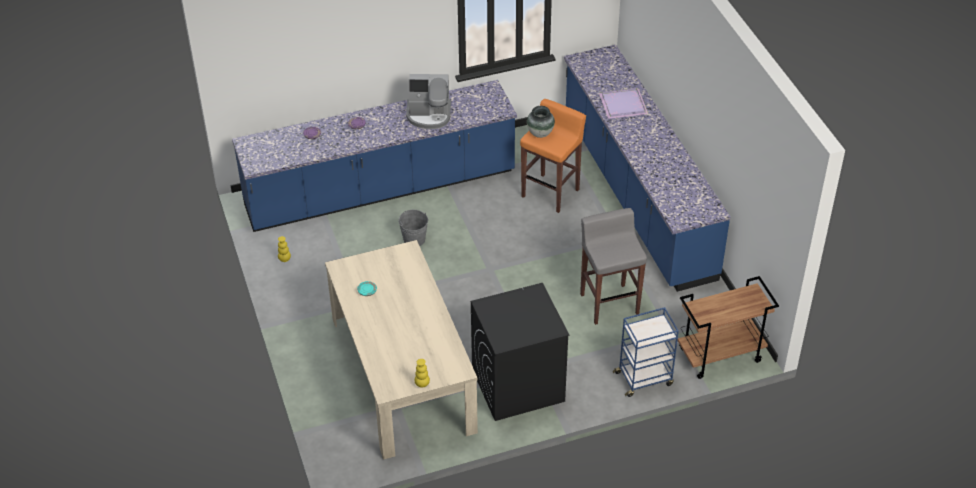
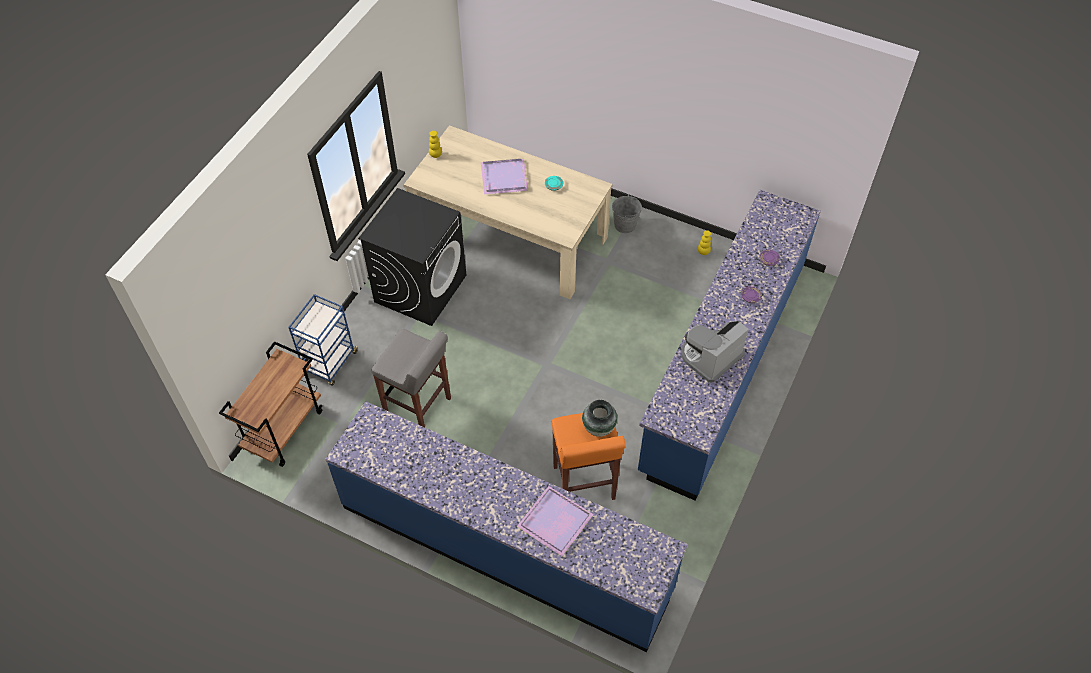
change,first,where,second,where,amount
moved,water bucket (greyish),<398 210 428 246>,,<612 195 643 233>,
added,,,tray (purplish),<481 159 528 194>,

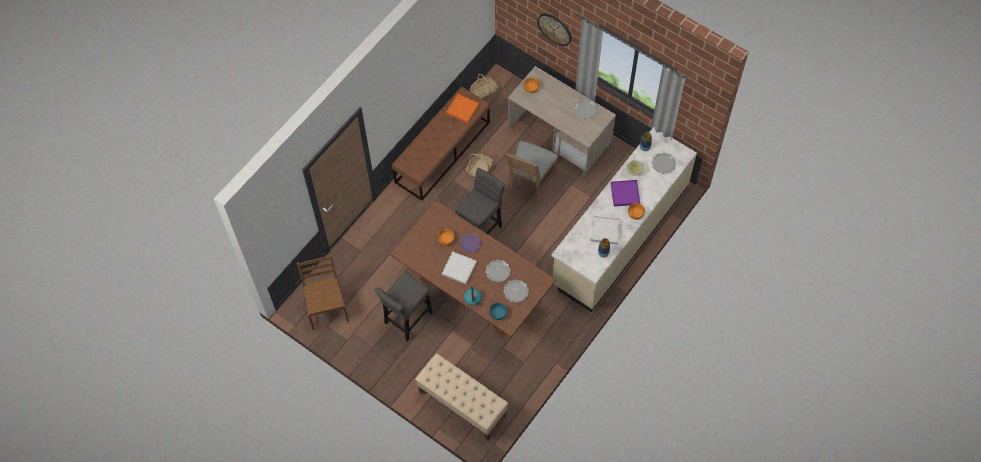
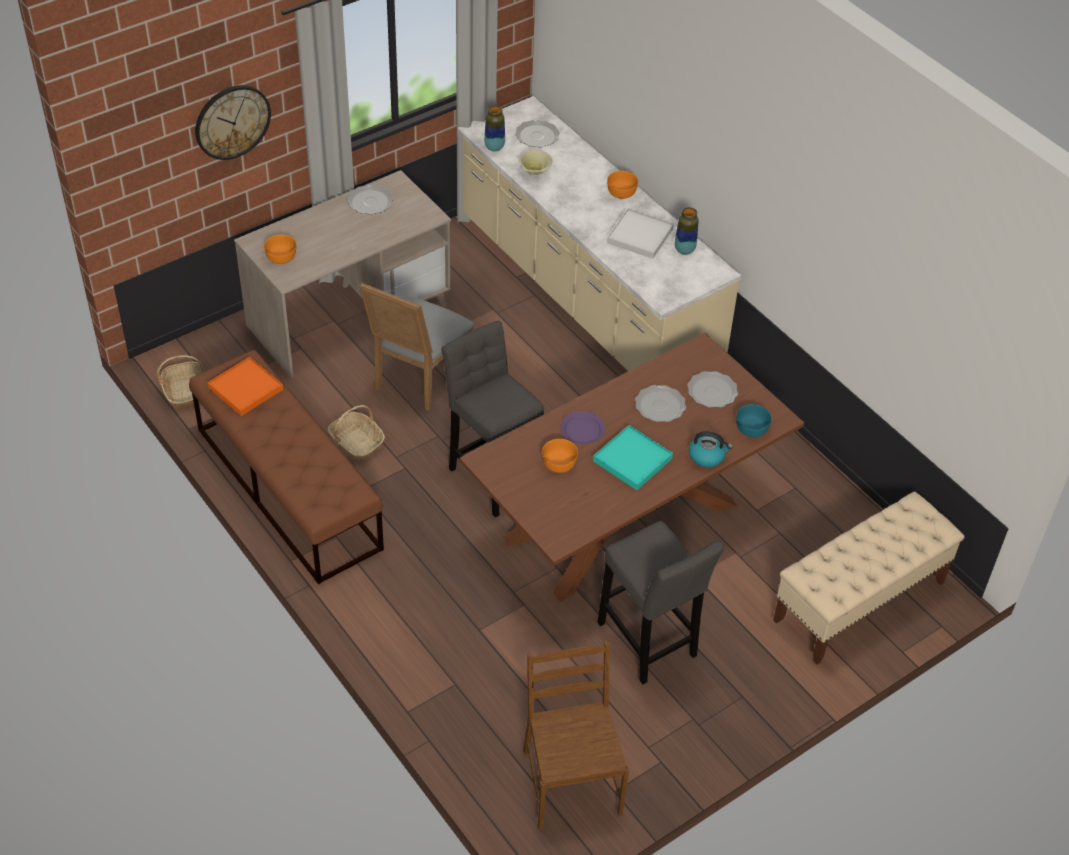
change,first,where,second,where,amount
turned,upright chair (greyish),<506 141 558 199>,,<359 283 474 411>,75 degrees clockwise
removed,tray (purplish),<611 180 640 207>,,,
recoloured,tray (white),<441 251 477 285>,tray (turquoise),<593 425 673 490>,
turned,upright chair (brownish),<297 255 349 330>,,<523 641 629 830>,75 degrees clockwise

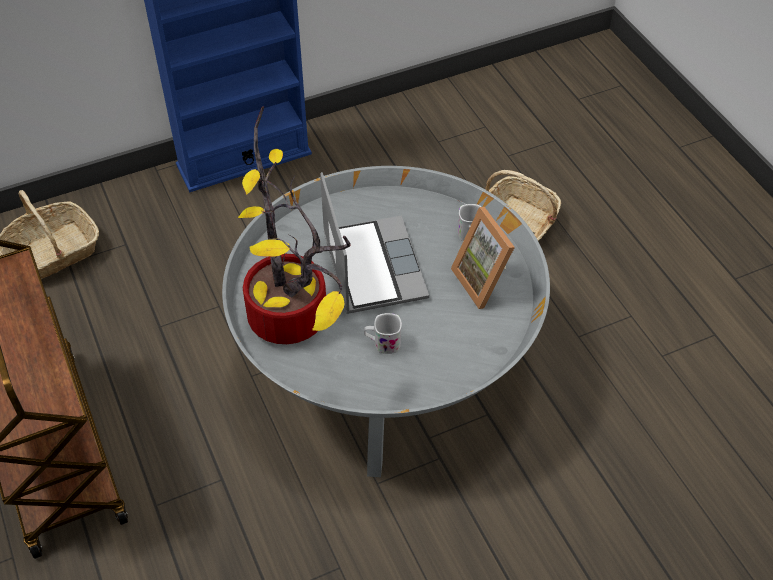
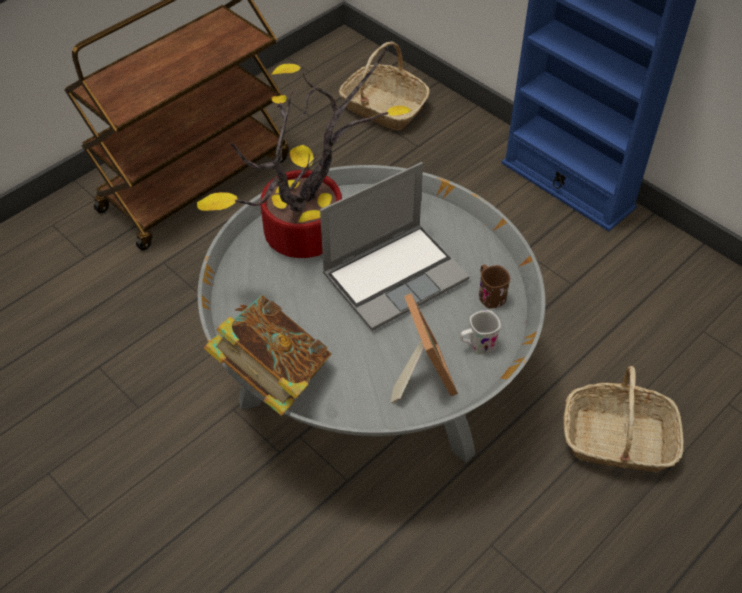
change,first,where,second,where,amount
turned,standing frame,<451 207 515 309>,,<390 293 458 403>,120 degrees clockwise
removed,mug (white),<364 313 402 354>,,,
added,,,mug (brownish),<479 264 511 308>,
added,,,book,<204 295 332 416>,

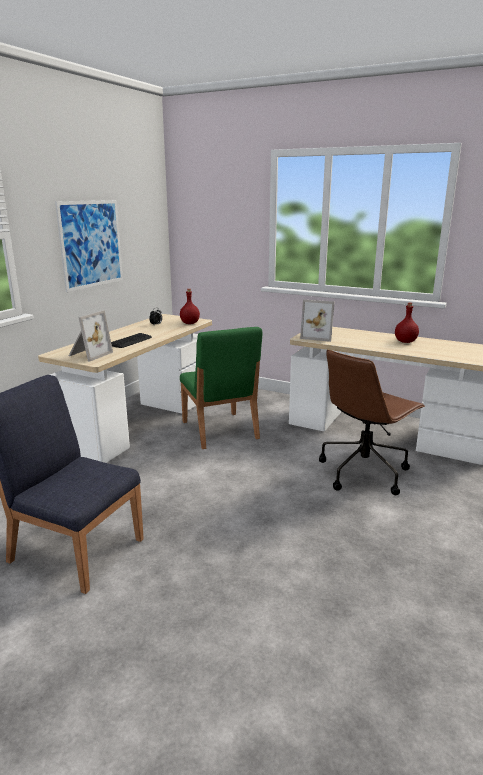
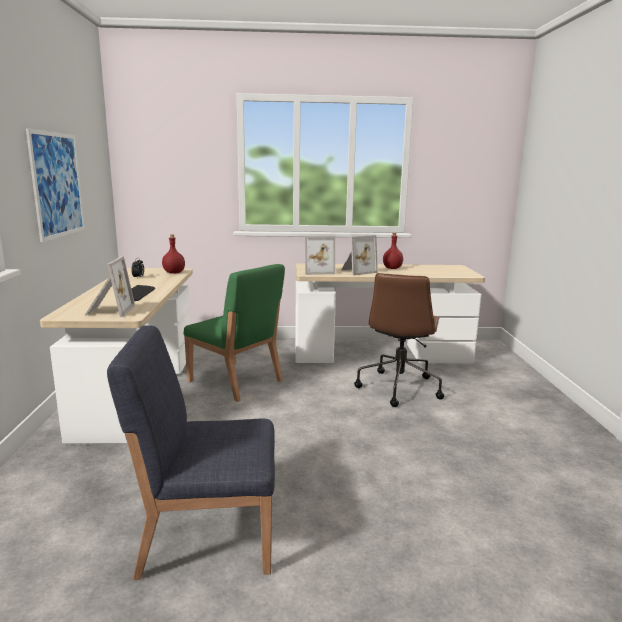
change,first,where,second,where,amount
added,,,standing frame,<341 235 378 275>,

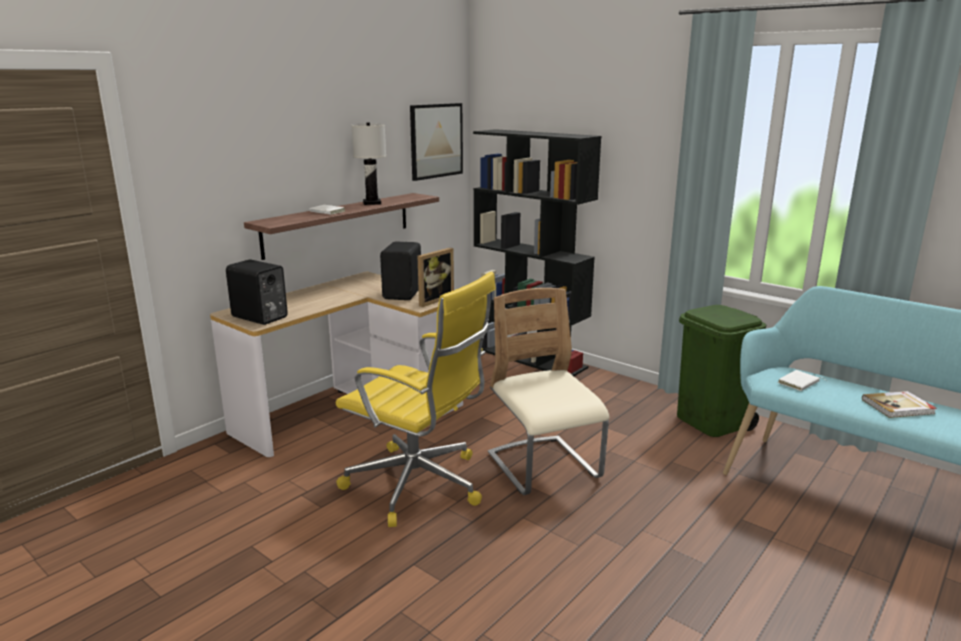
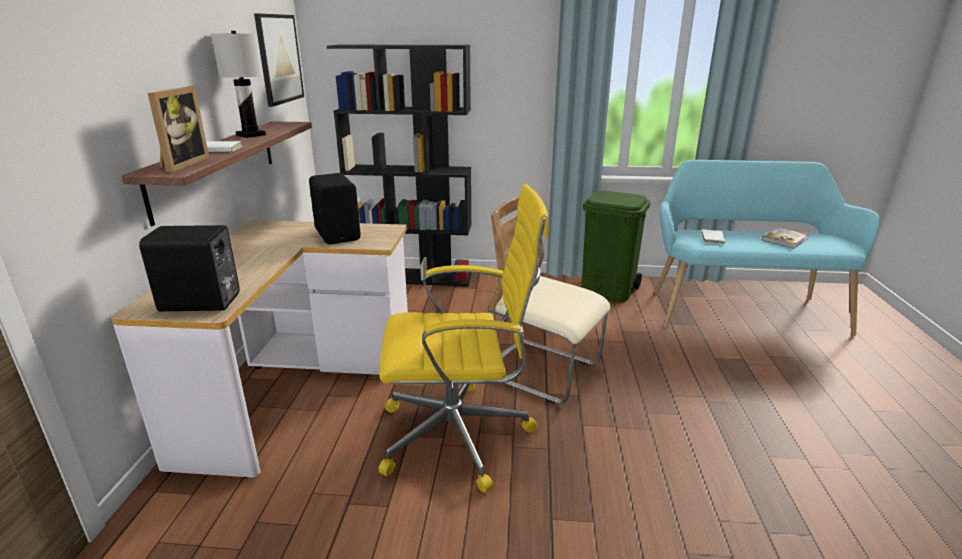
change,first,where,second,where,amount
moved,standing frame,<418 248 454 307>,,<147 86 209 172>,

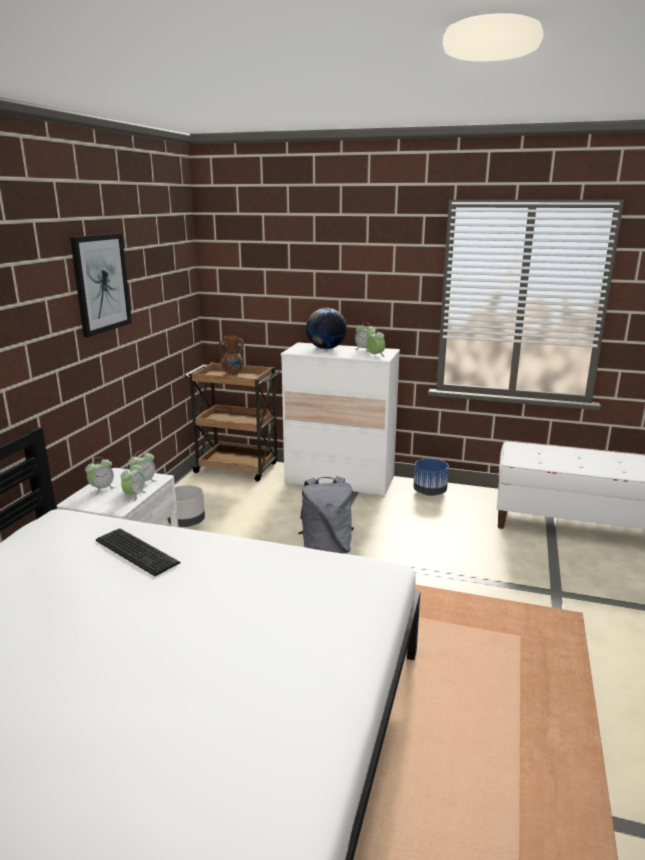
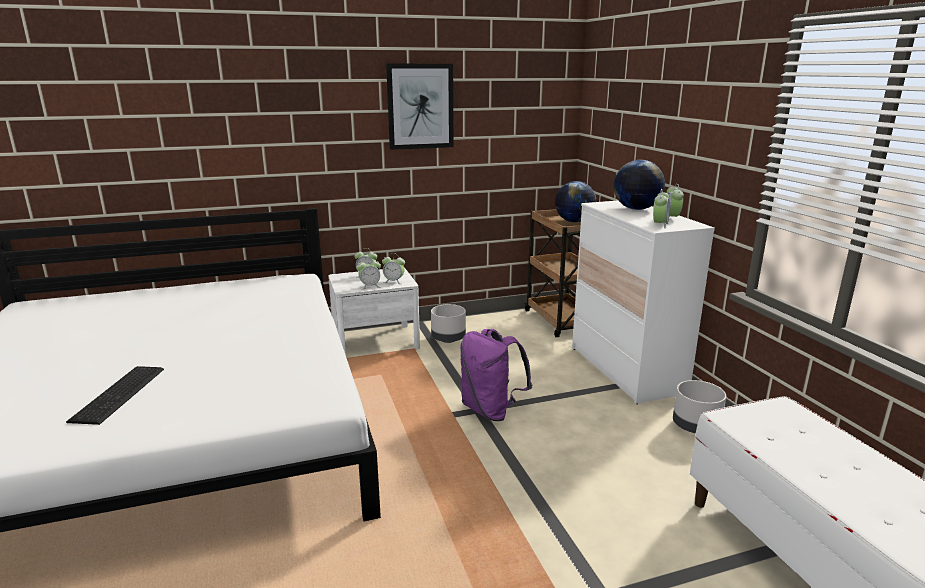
change,first,where,second,where,amount
replaced,flower vase (brownish),<219 335 244 375>,world globe,<555 181 596 222>,
recoloured,flower pot (blue-coloured),<414 458 449 496>,flower pot (greyish),<673 380 726 433>,
recoloured,knapsack (greyish),<298 476 354 554>,knapsack (purplish),<460 329 532 421>,
moved,keyboard,<96 529 181 576>,,<66 366 164 425>,

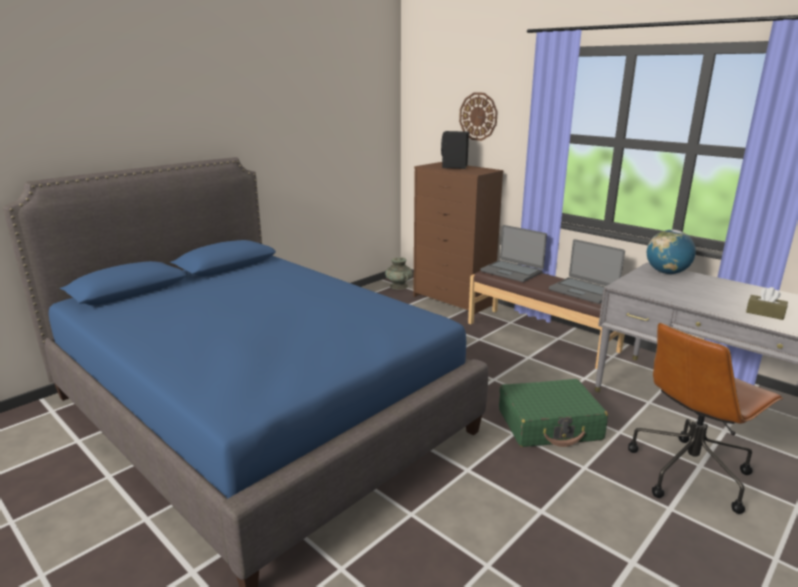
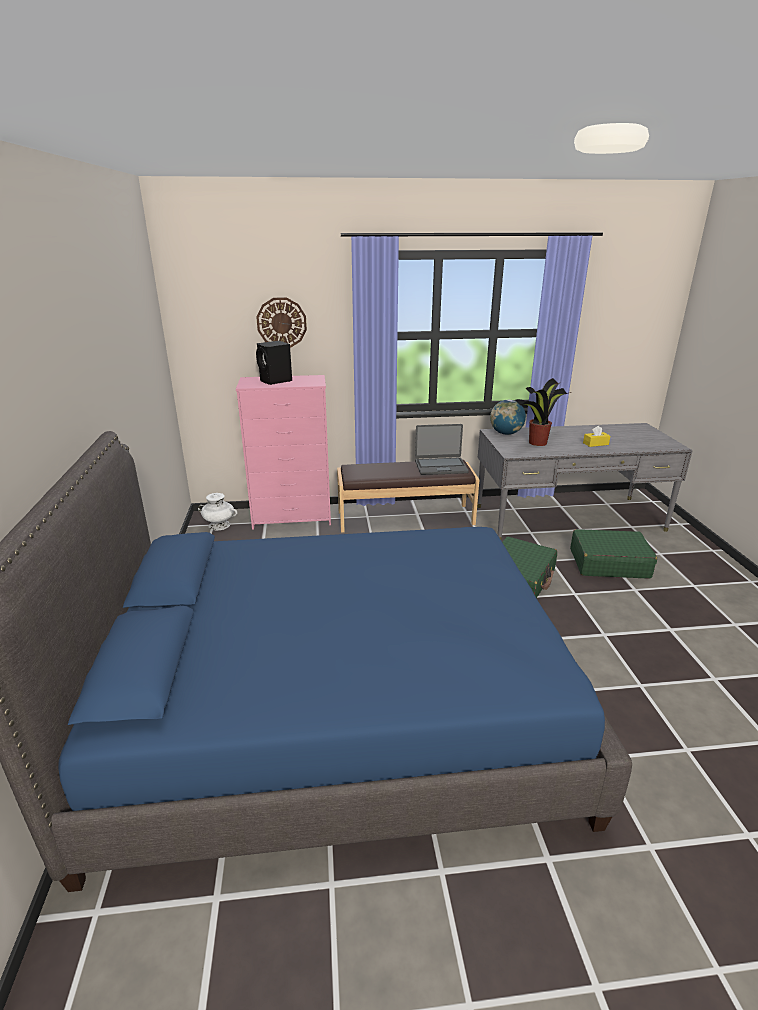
change,first,where,second,where,amount
recoloured,drawer chest (brownish),<413 162 504 314>,drawer chest (pink-coloured),<236 375 331 530>,
removed,portable computer,<480 225 547 282>,,,
recoloured,flower vase (turquoise),<385 257 412 290>,flower vase (white),<198 493 237 530>,
recoloured,box of tissues (brownish),<746 287 788 320>,box of tissues (yellowish),<583 426 610 447>,
replaced,computer chair (brownish),<628 323 783 514>,suitcase (greenish),<570 529 657 578>,
added,,,plant in a pot,<516 378 571 446>,

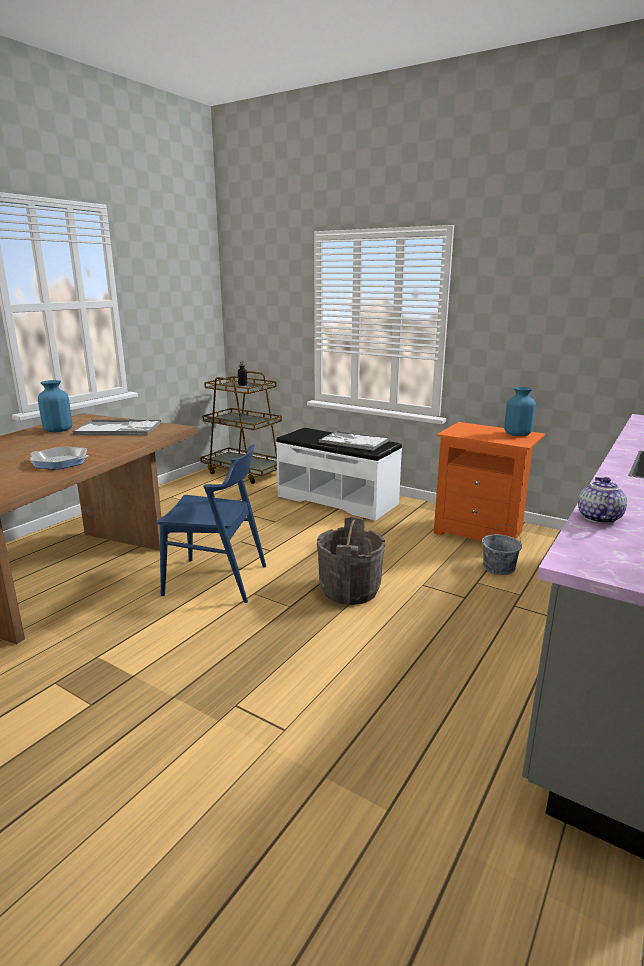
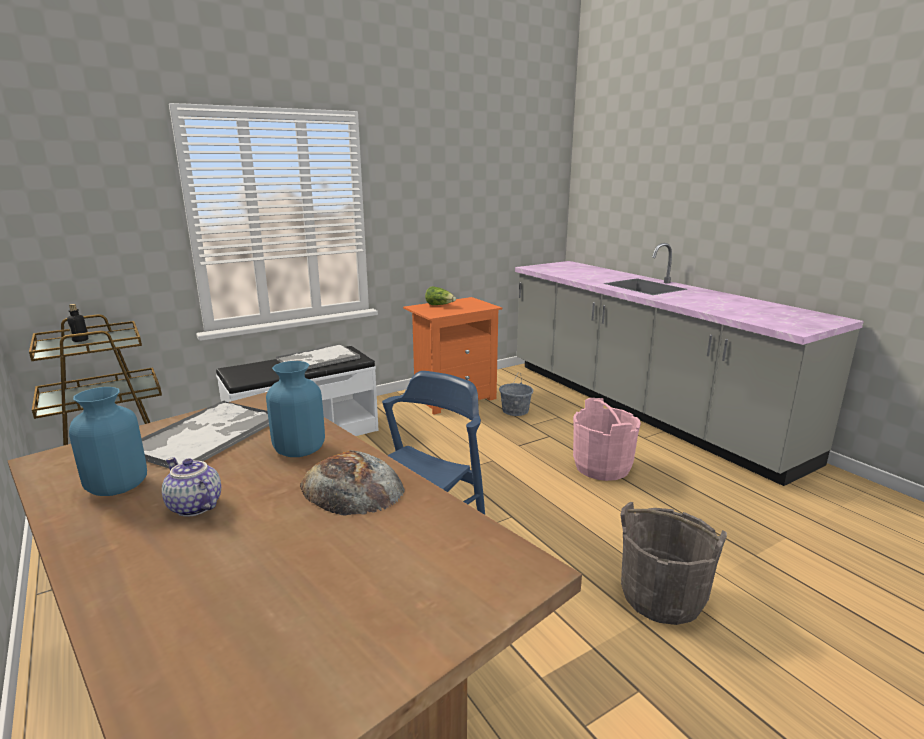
change,first,where,second,where,amount
moved,flower vase (blue-coloured),<504 387 536 436>,,<266 361 325 457>,
replaced,skillet,<30 446 89 470>,baked bread,<300 450 405 516>,
moved,pot for tea,<578 477 627 524>,,<162 457 221 517>,
moved,water bucket (greyish),<317 517 385 605>,,<620 502 727 625>,
added,,,lettuce head,<425 286 456 305>,
added,,,water bucket (pink-coloured),<573 398 641 481>,

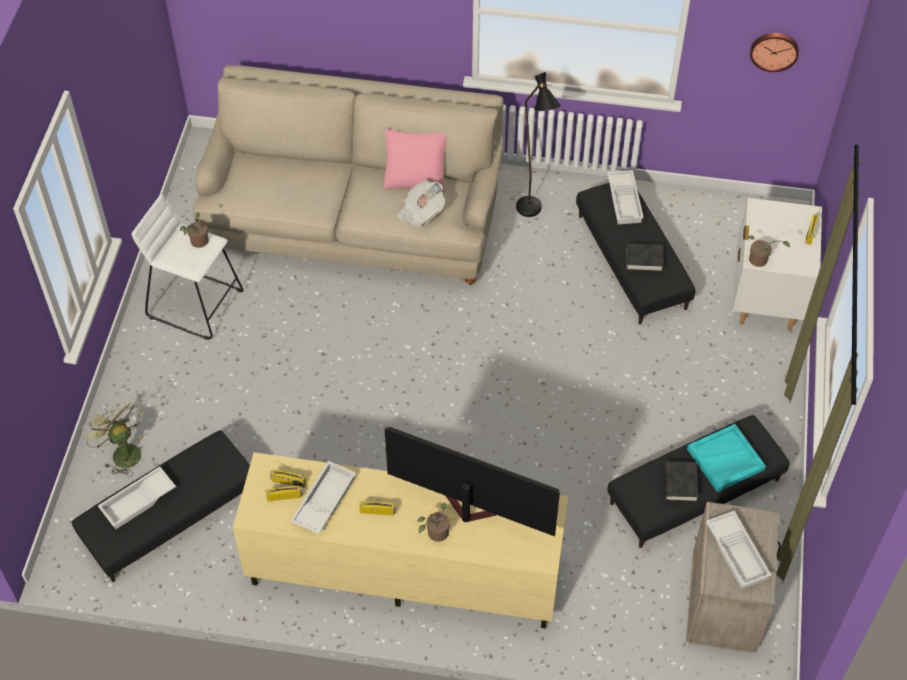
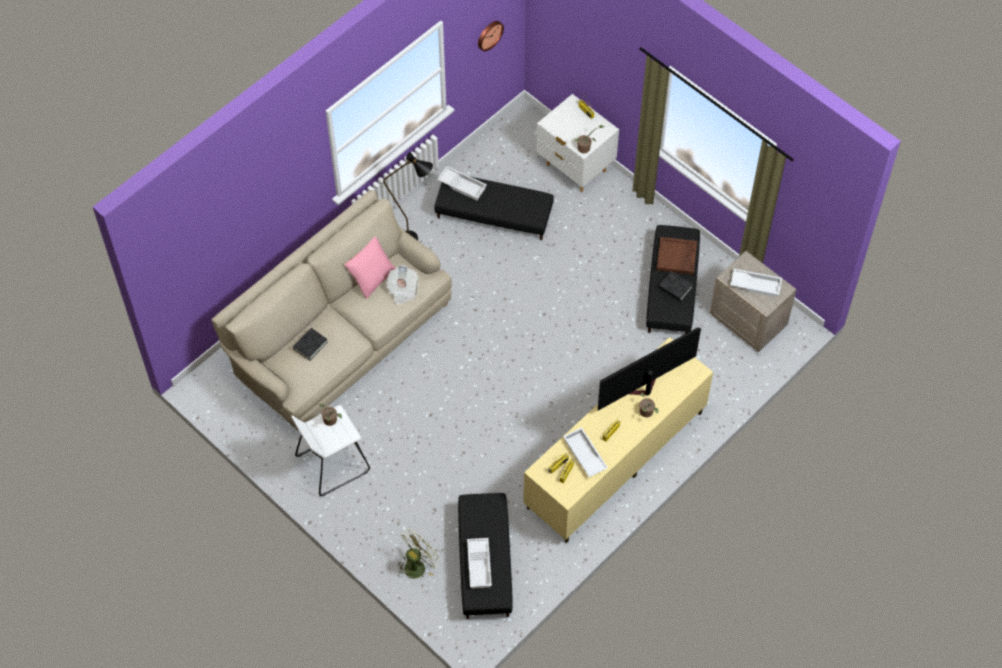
change,first,where,second,where,amount
moved,book (black),<626 243 663 272>,,<293 328 328 361>,
turned,cooling fan (greenish),<81 398 144 476>,,<398 529 441 578>,135 degrees clockwise
recoloured,tray (turquoise),<687 424 766 492>,tray (brownish),<656 237 697 275>,

